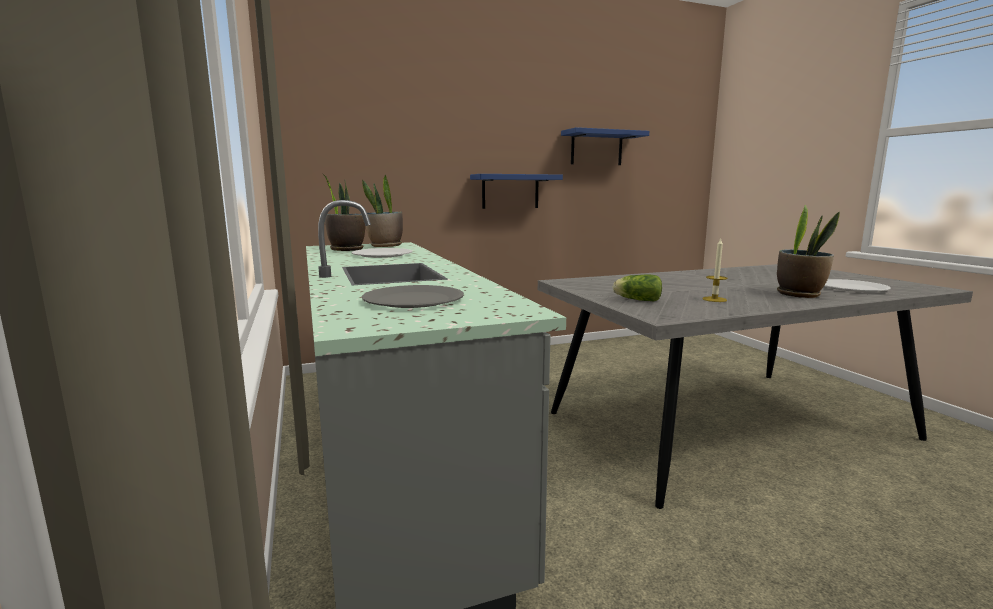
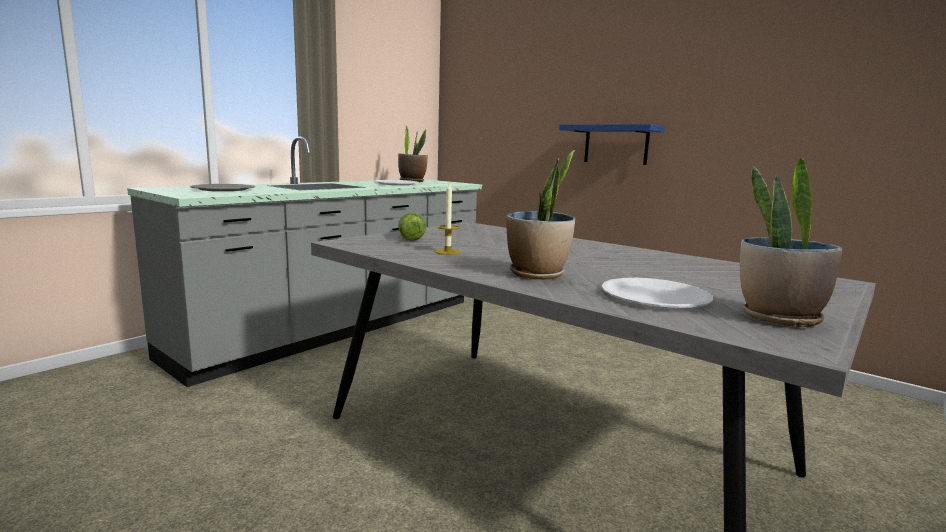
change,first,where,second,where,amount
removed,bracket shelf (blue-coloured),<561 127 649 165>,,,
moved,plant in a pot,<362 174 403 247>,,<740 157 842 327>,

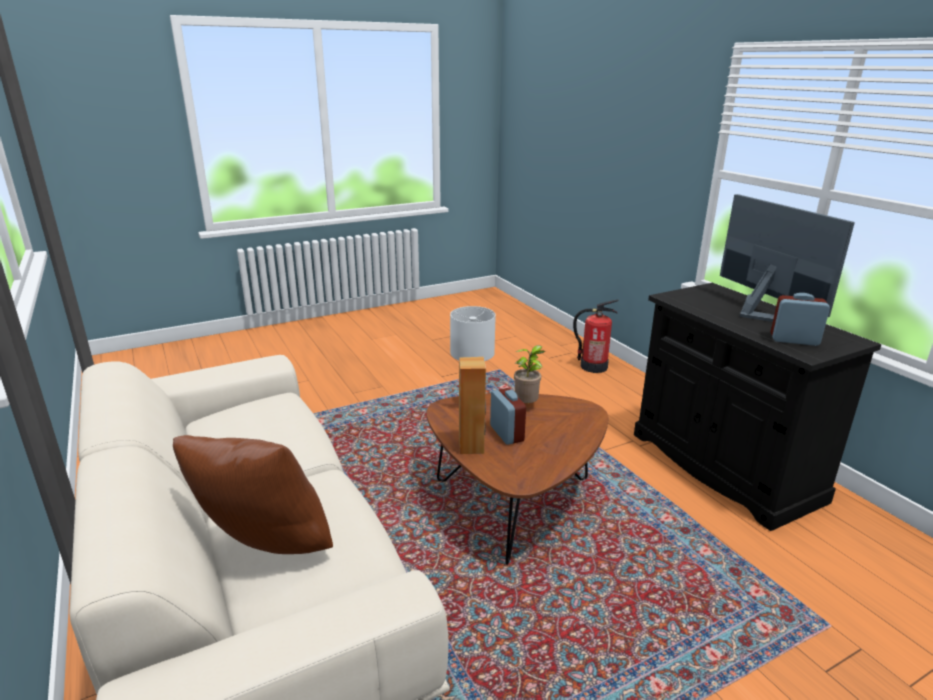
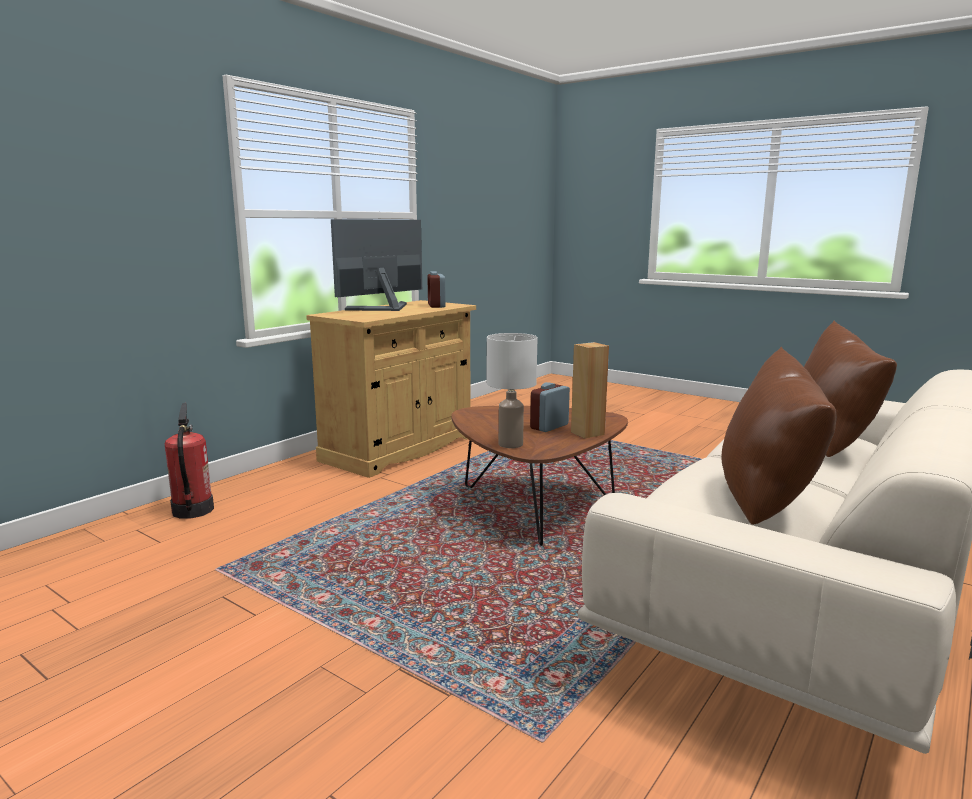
change,first,where,second,where,amount
recoloured,cabinet (black),<634 283 882 531>,cabinet (beige-coloured),<306 300 476 478>,
removed,plant in a pot,<514 345 545 403>,,,
added,,,cushion (brownish),<721 347 837 525>,

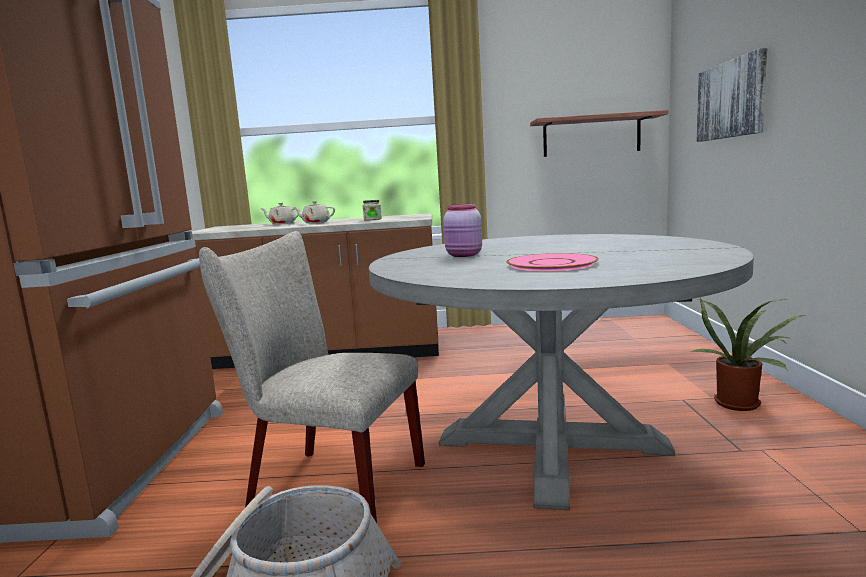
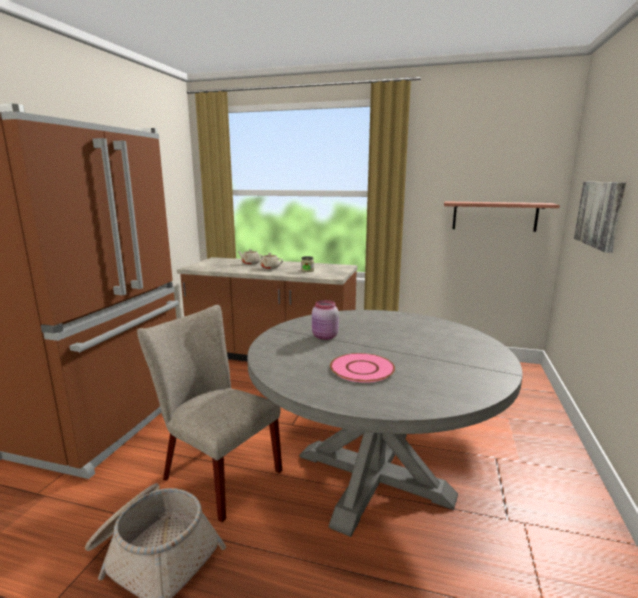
change,first,where,second,where,amount
removed,plant in a pot,<691 298 805 411>,,,

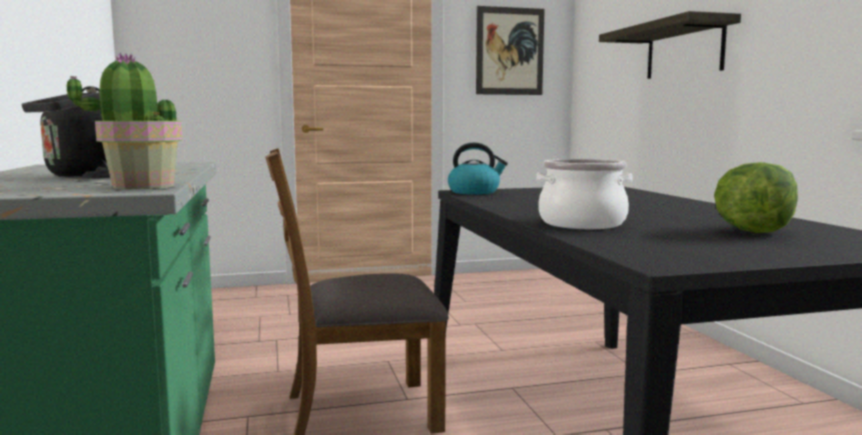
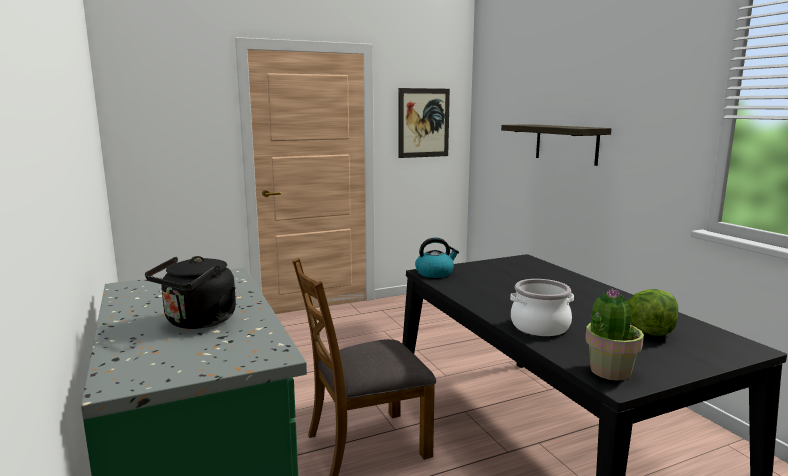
change,first,where,second,where,amount
moved,plant in a pot,<67 53 183 189>,,<585 288 644 381>,

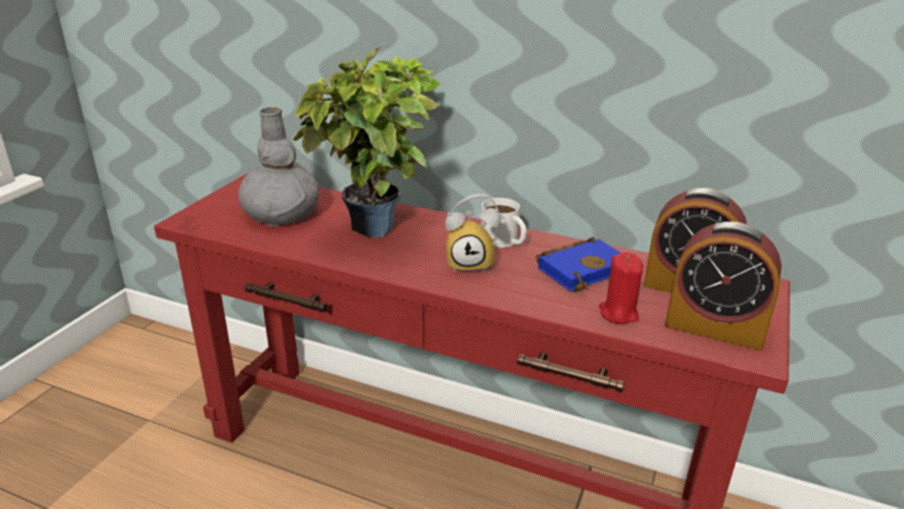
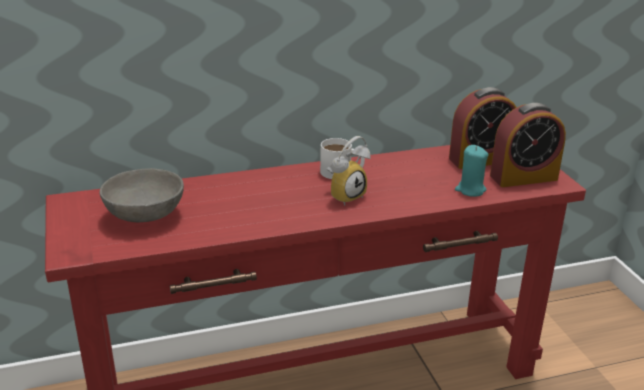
change,first,where,second,where,amount
removed,plant in a pot,<293 47 440 238>,,,
replaced,flower vase (greyish),<238 107 320 226>,serving bowl (greyish),<100 168 184 222>,
removed,book (blue-coloured),<535 237 621 292>,,,
recoloured,wax candle (reddish),<599 252 643 324>,wax candle (turquoise),<455 145 489 197>,

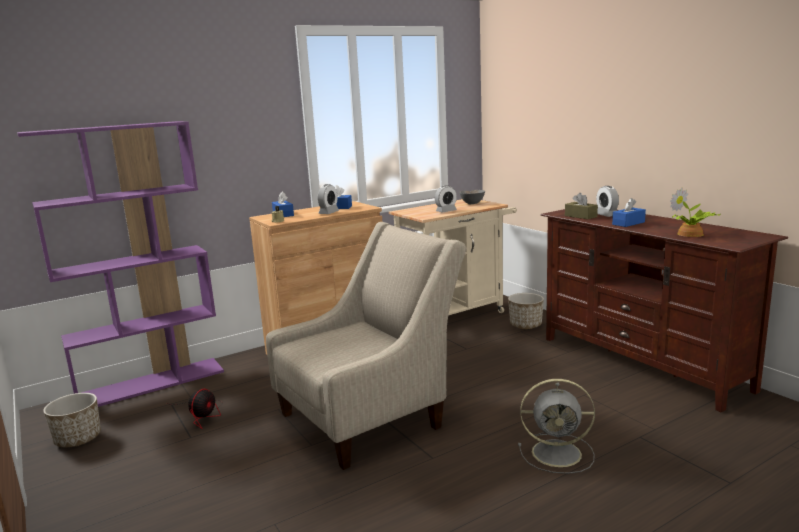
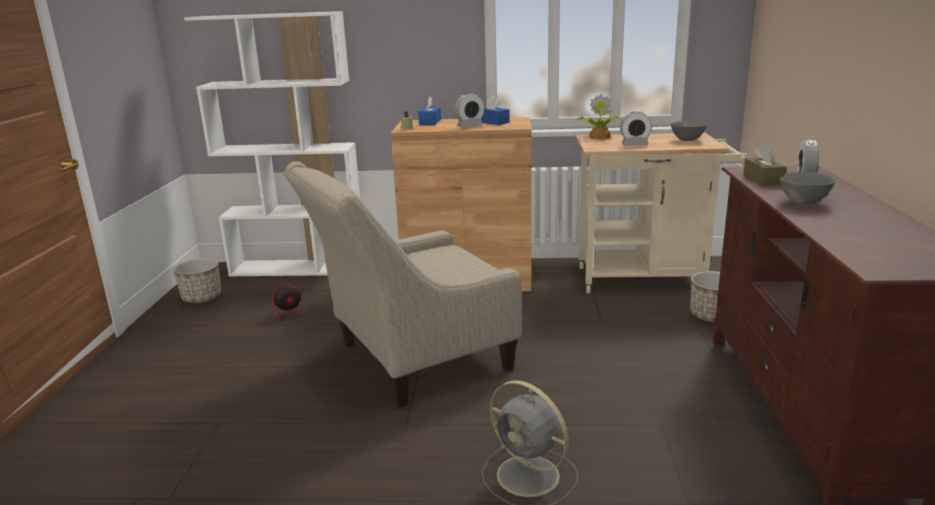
change,first,where,second,where,amount
recoloured,bookshelf (purplish),<17 121 224 407>,bookshelf (white),<184 11 360 276>,
moved,plant in a pot,<670 188 720 237>,,<577 94 621 139>,
replaced,box of tissues (blue-coloured),<612 198 646 227>,serving bowl (greyish),<779 172 836 205>,
turned,armchair (beige-coloured),<266 222 466 470>,,<283 161 522 407>,150 degrees clockwise

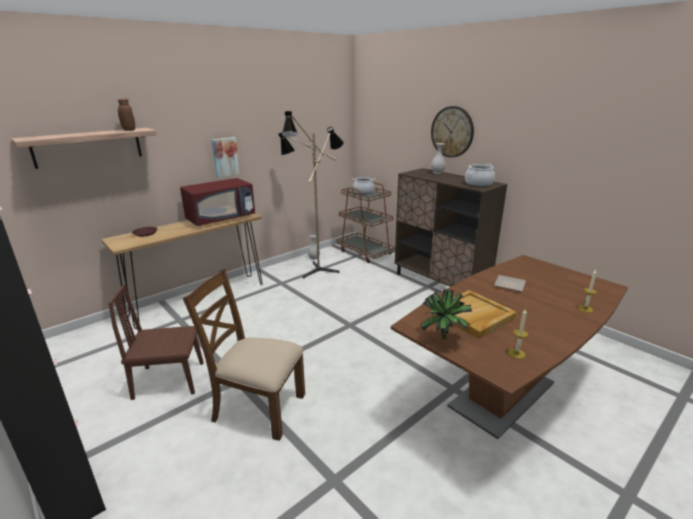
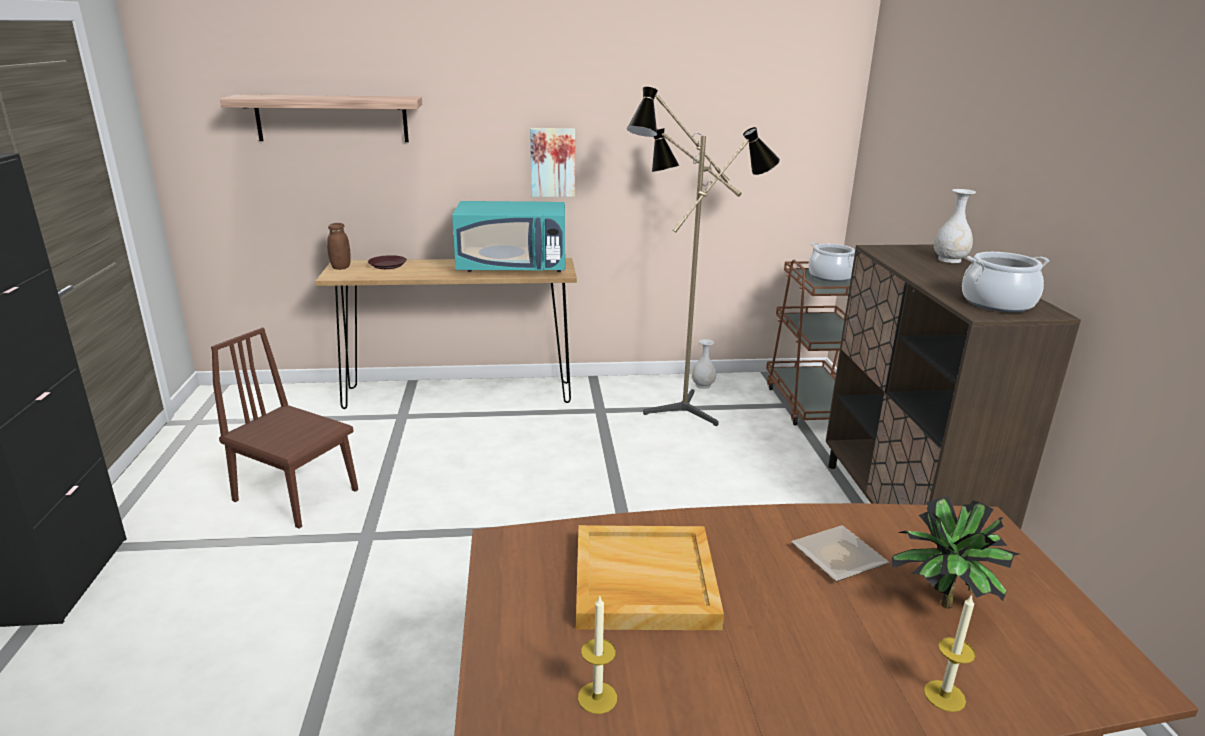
change,first,where,second,where,amount
moved,preserve jar (brownish),<118 99 135 131>,,<327 223 351 270>,
removed,wall clock,<431 106 474 158>,,,
recoloured,microwave oven (reddish),<180 178 255 226>,microwave oven (turquoise),<452 201 565 272>,
removed,upright chair (brownish),<183 269 305 441>,,,
moved,plant in a pot,<420 289 472 340>,,<892 496 1020 609>,

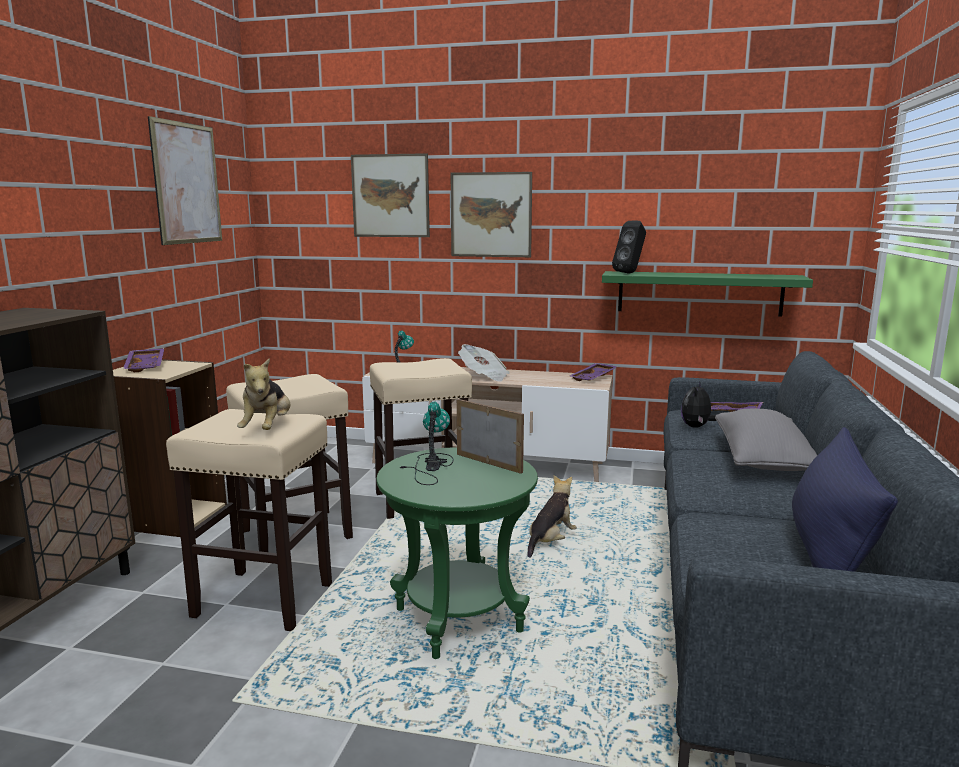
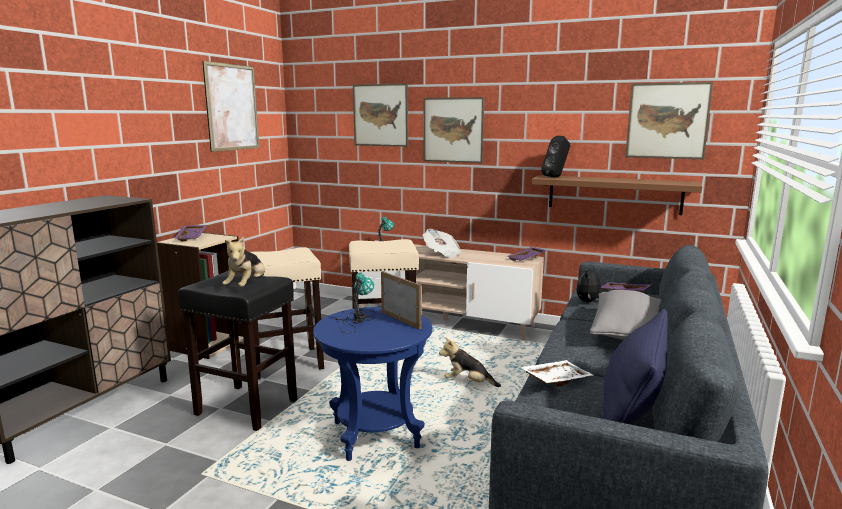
change,first,where,second,where,amount
recoloured,bracket shelf (greenish),<602 271 813 317>,bracket shelf (brownish),<531 175 702 215>,
recoloured,sitting stool (beige-coloured),<166 409 332 631>,sitting stool (black),<178 271 297 431>,
recoloured,accent table (greenish),<376 447 538 659>,accent table (blue-coloured),<313 307 433 461>,
turned,cuddly toy,<527 475 577 558>,,<439 337 501 387>,120 degrees counterclockwise
added,,,wall picture,<625 82 713 159>,
added,,,tray (white),<520 360 594 386>,

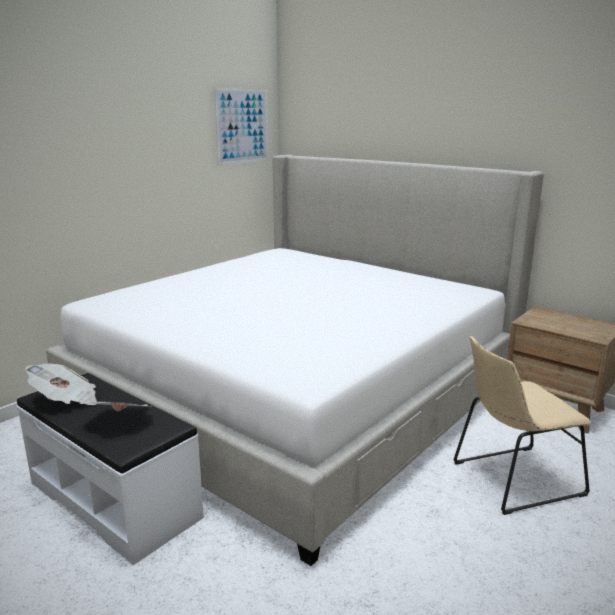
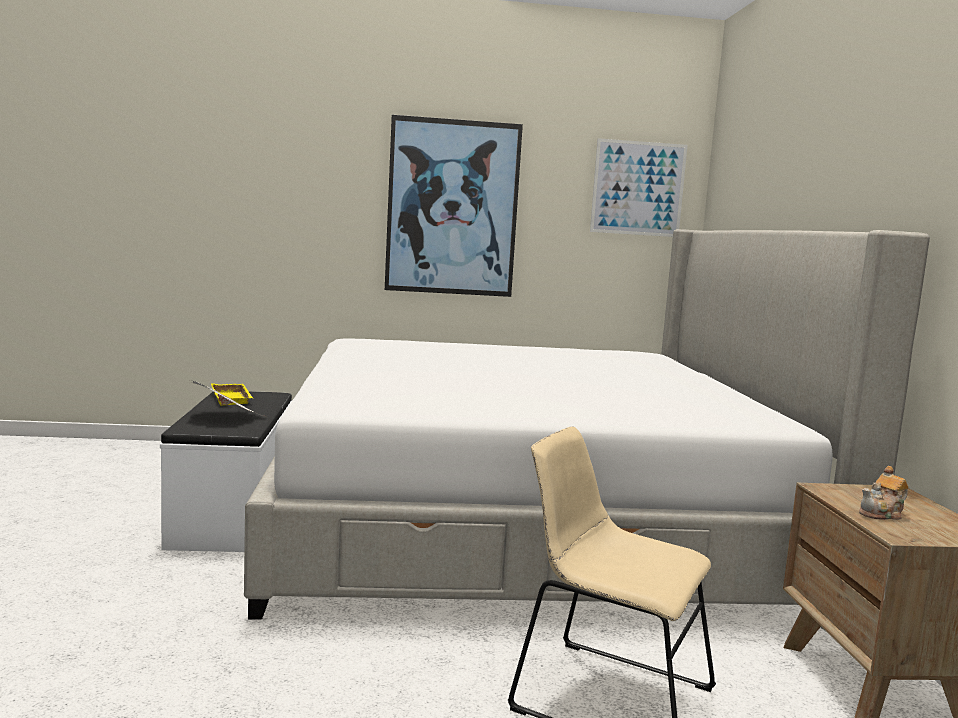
change,first,where,second,where,amount
replaced,newspaper,<25 364 97 405>,tray (yellowish),<211 383 253 406>,
added,,,wall picture,<385 115 523 297>,
added,,,pot for tea,<859 466 909 520>,

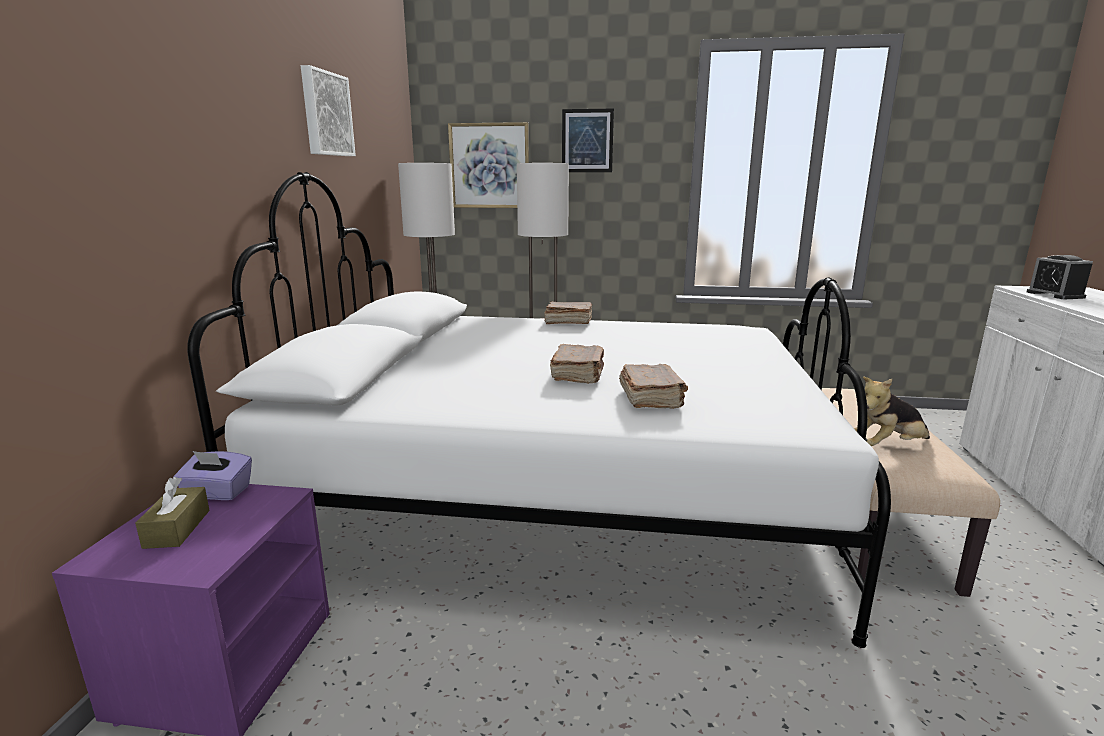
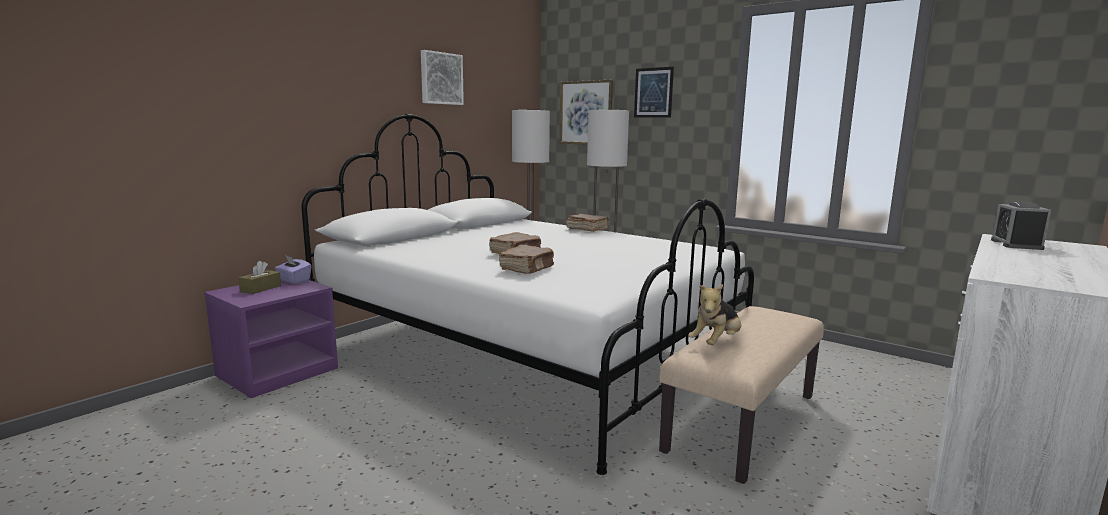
change,first,where,second,where,amount
turned,cuddly toy,<854 376 930 446>,,<688 284 741 345>,60 degrees counterclockwise

